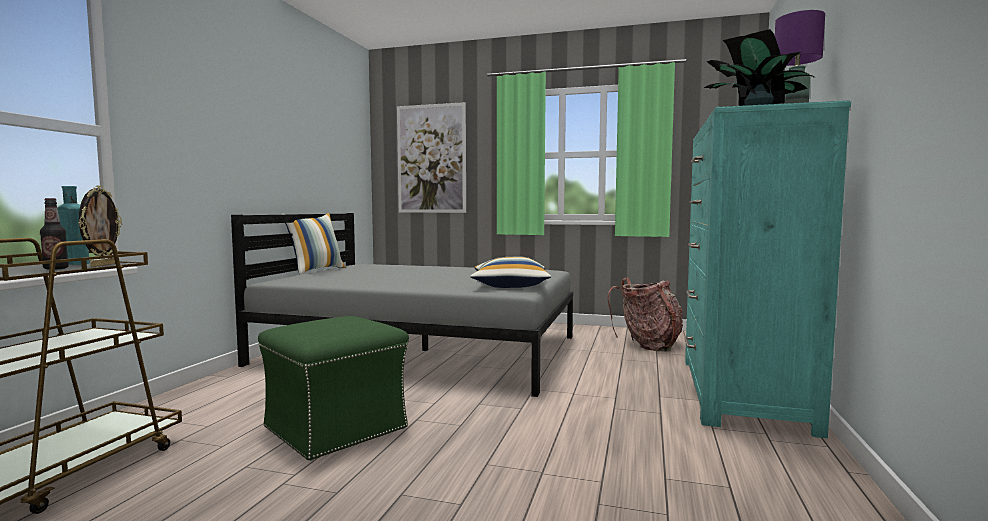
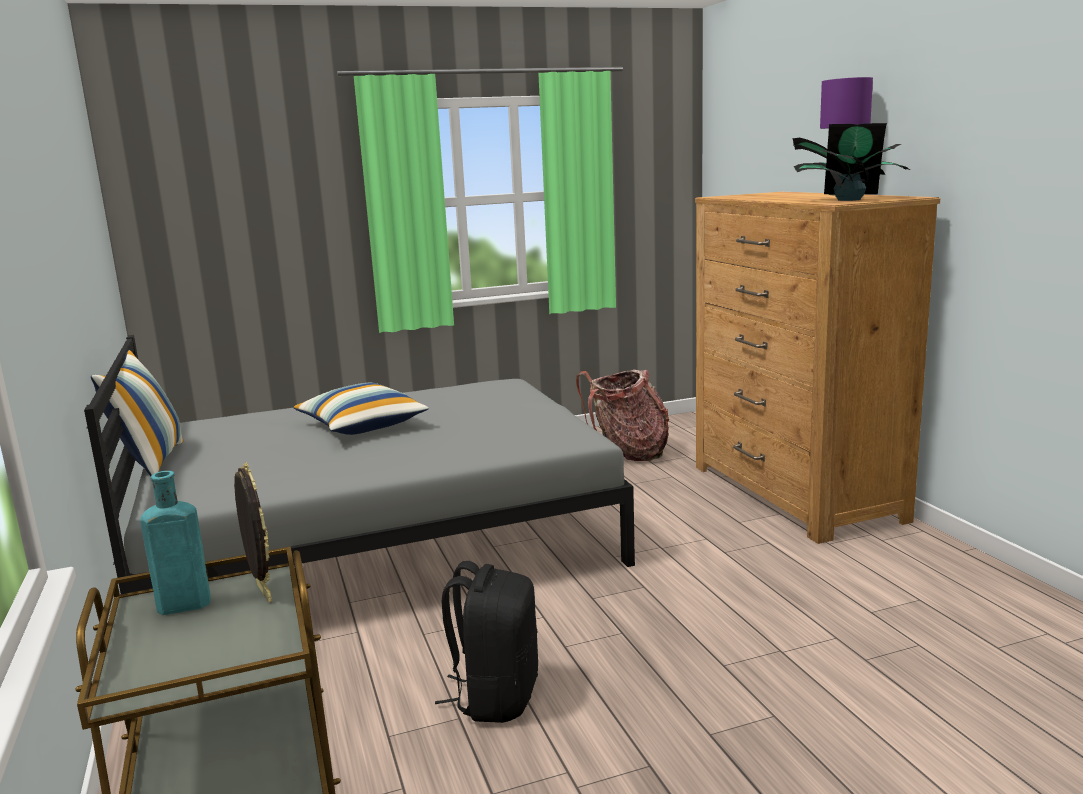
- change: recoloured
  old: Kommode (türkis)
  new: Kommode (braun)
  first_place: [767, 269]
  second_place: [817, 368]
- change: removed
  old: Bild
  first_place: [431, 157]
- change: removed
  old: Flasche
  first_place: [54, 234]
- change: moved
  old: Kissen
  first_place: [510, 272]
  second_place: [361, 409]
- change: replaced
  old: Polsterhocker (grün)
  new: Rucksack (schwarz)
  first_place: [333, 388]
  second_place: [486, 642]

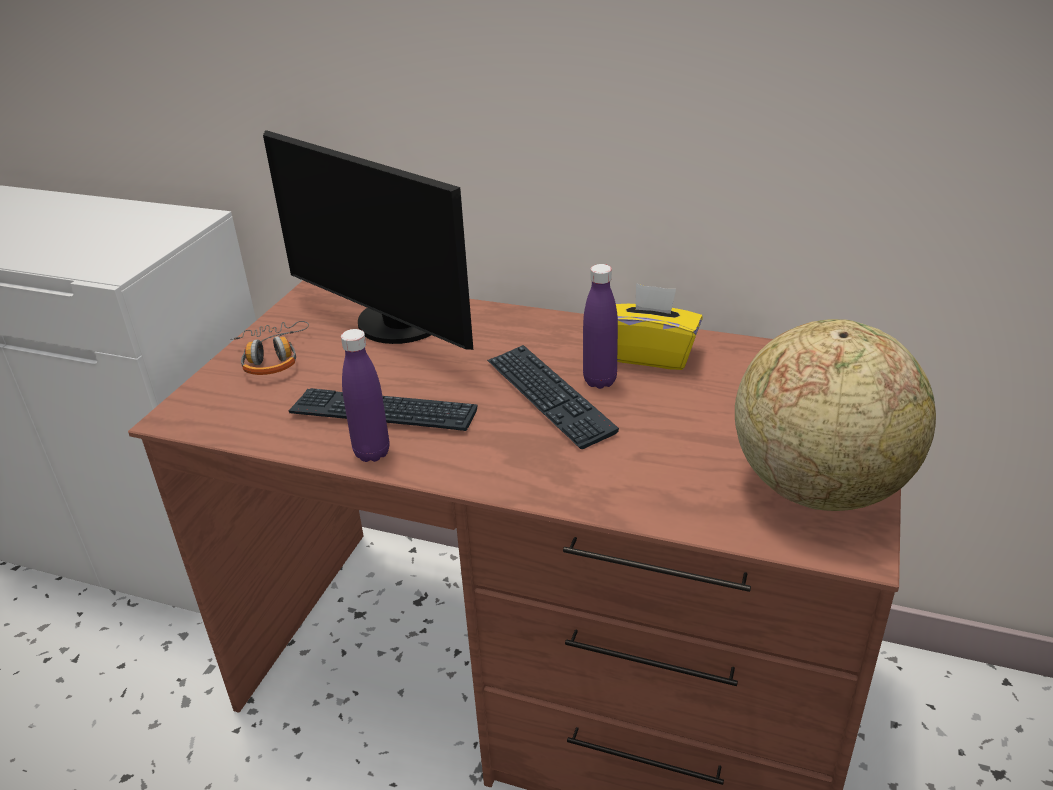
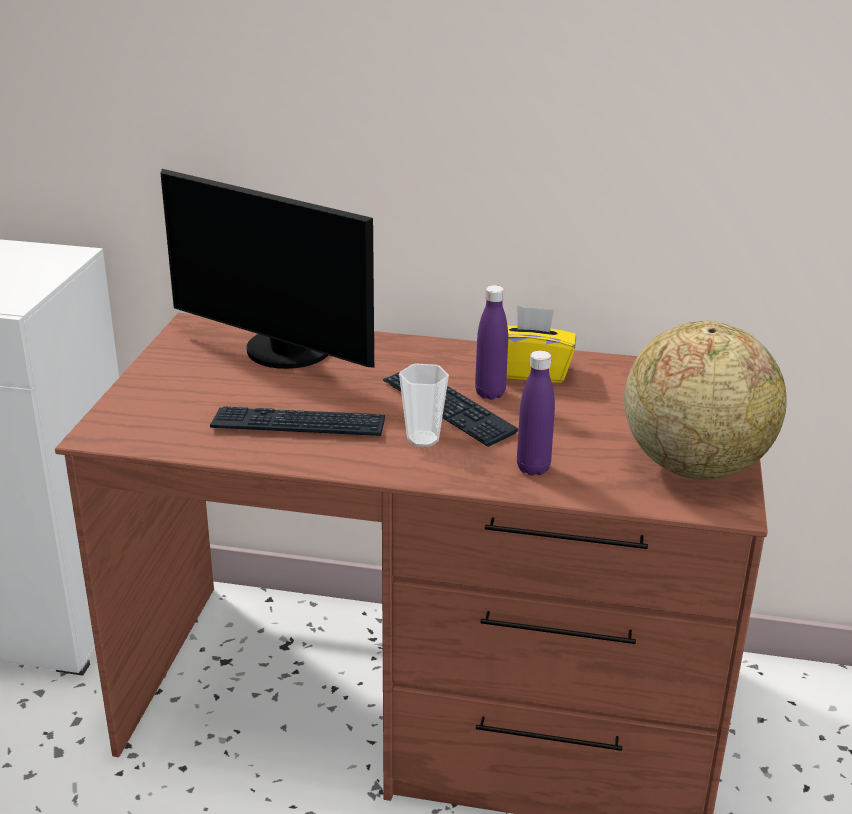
- change: removed
  old: Kopfhörer
  first_place: [269, 348]
- change: moved
  old: Flasche (lila)
  first_place: [365, 395]
  second_place: [536, 413]
- change: added
  new: Tasse
  second_place: [424, 405]

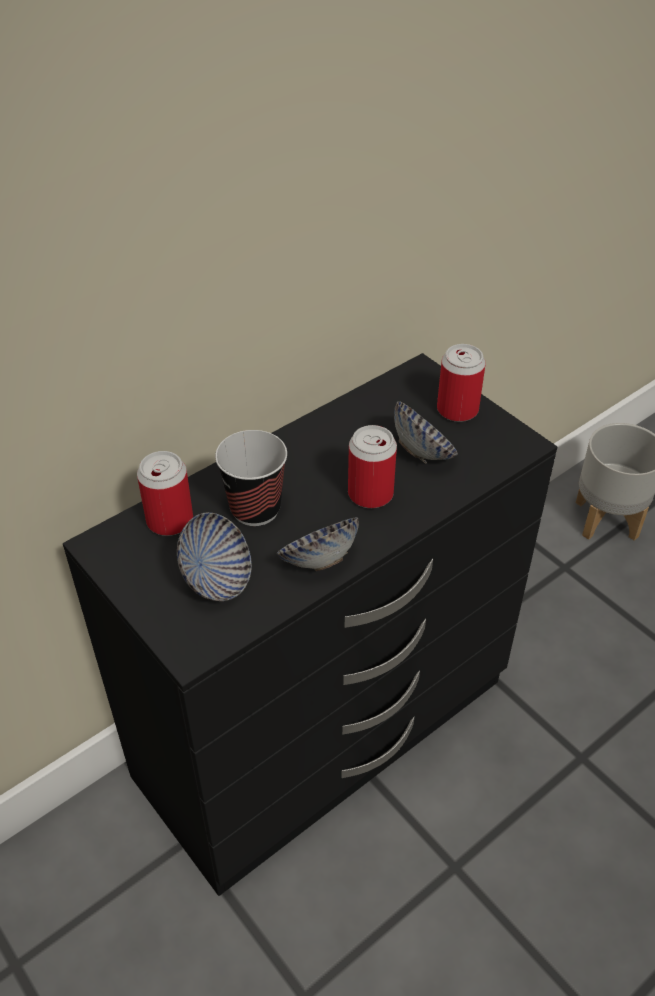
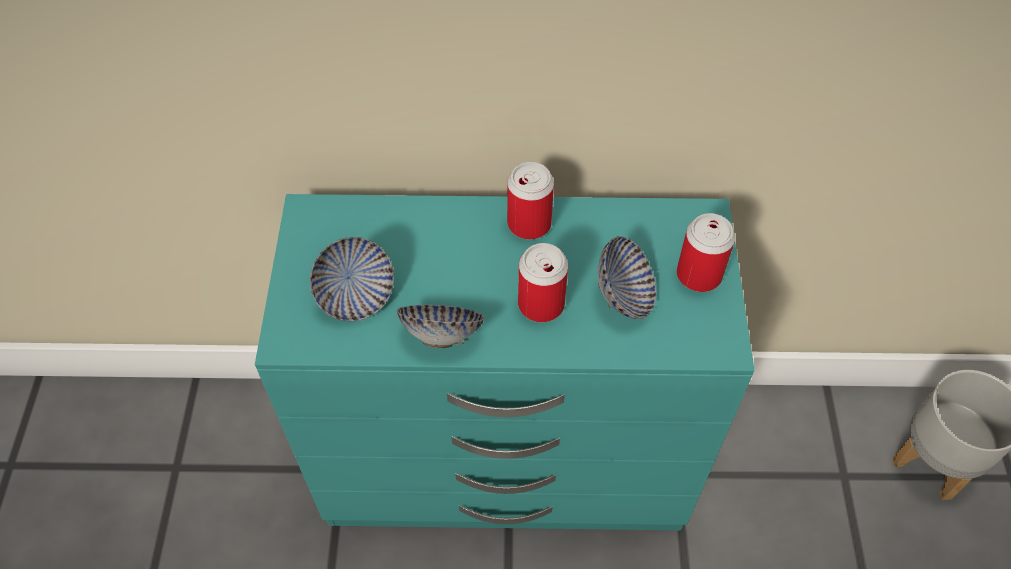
- change: recoloured
  old: Kommode (schwarz)
  new: Kommode (türkis)
  first_place: [310, 624]
  second_place: [504, 362]
- change: removed
  old: Tasse
  first_place: [251, 478]
- change: moved
  old: Dose
  first_place: [165, 493]
  second_place: [530, 200]

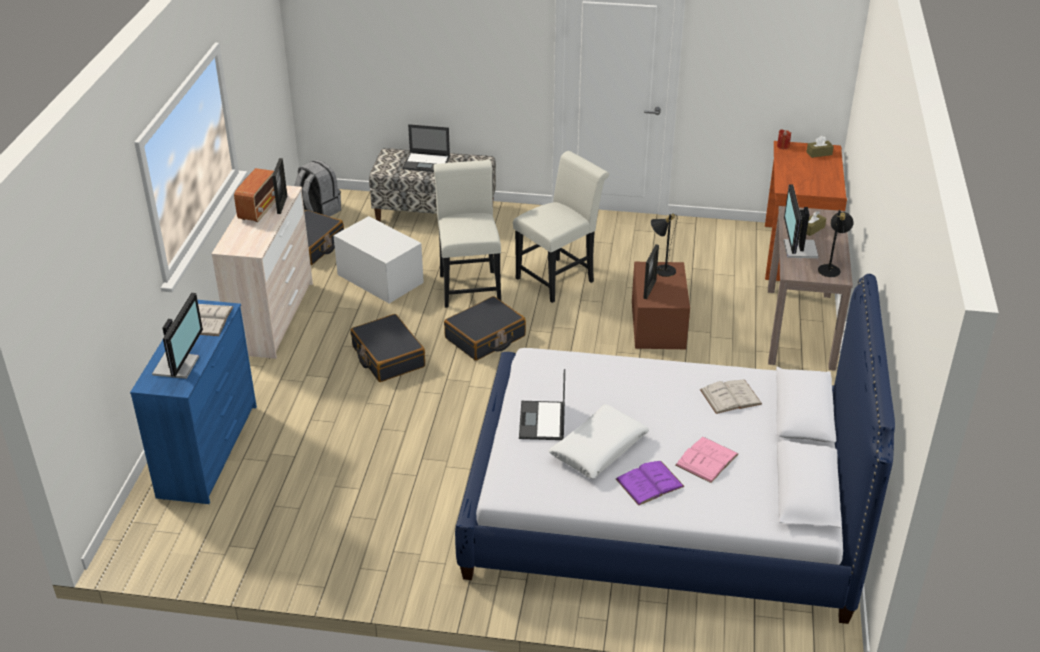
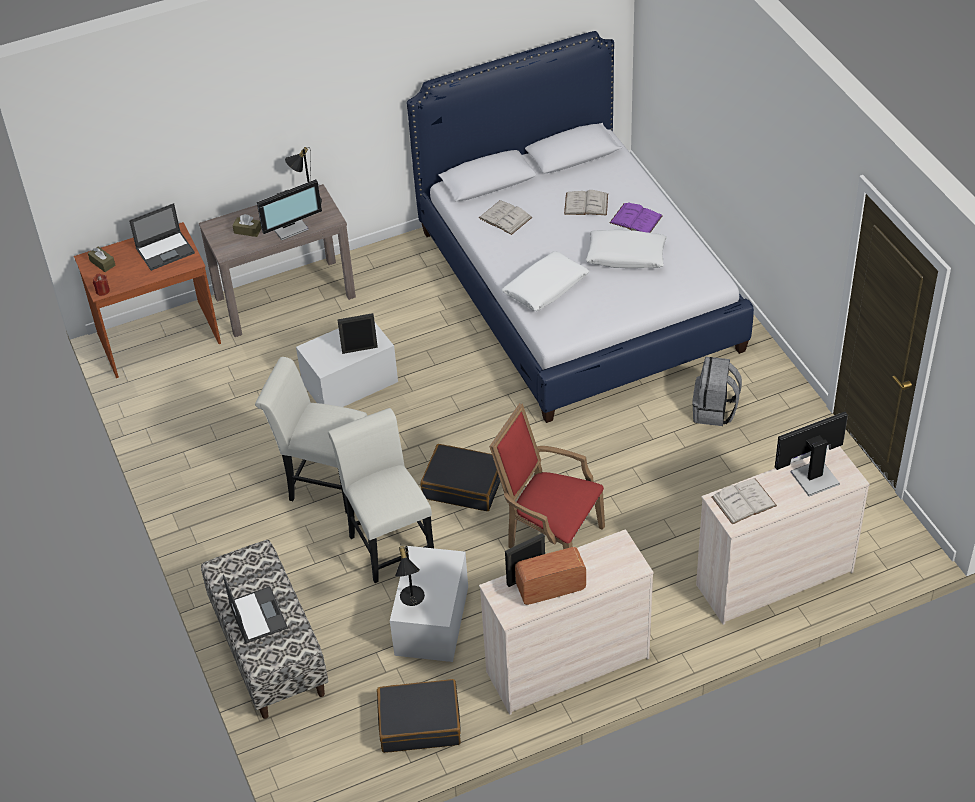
- change: moved
  old: Rucksack (grau)
  first_place: [318, 188]
  second_place: [717, 391]
- change: turned
  old: Stuhl (weiß)
  first_place: [467, 234]
  second_place: [381, 495]
  degrees: 105
- change: moved
  old: Tischlampe (schwarz)
  first_place: [664, 245]
  second_place: [410, 575]
- change: recoloured
  old: Aufbewahrungsbox (braun)
  new: Aufbewahrungsbox (weiß)
  first_place: [661, 305]
  second_place: [347, 365]
- change: recoloured
  old: Kommode (blau)
  new: Kommode (beige)
  first_place: [193, 402]
  second_place: [783, 535]
- change: replaced
  old: Koffer (schwarz)
  new: Sessel (rot)
  first_place: [387, 348]
  second_place: [547, 476]
- change: moved
  old: Laptop
  first_place: [542, 404]
  second_place: [162, 237]
- change: recoloured
  old: Buch (rosa)
  new: Buch (weiß)
  first_place: [706, 460]
  second_place: [586, 202]
- change: added
  new: Kissen (weiß)
  second_place: [546, 281]

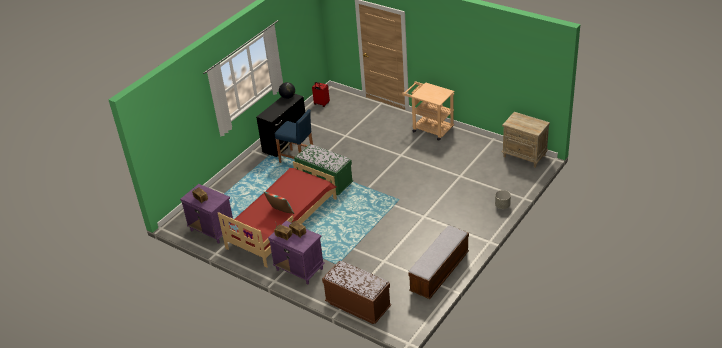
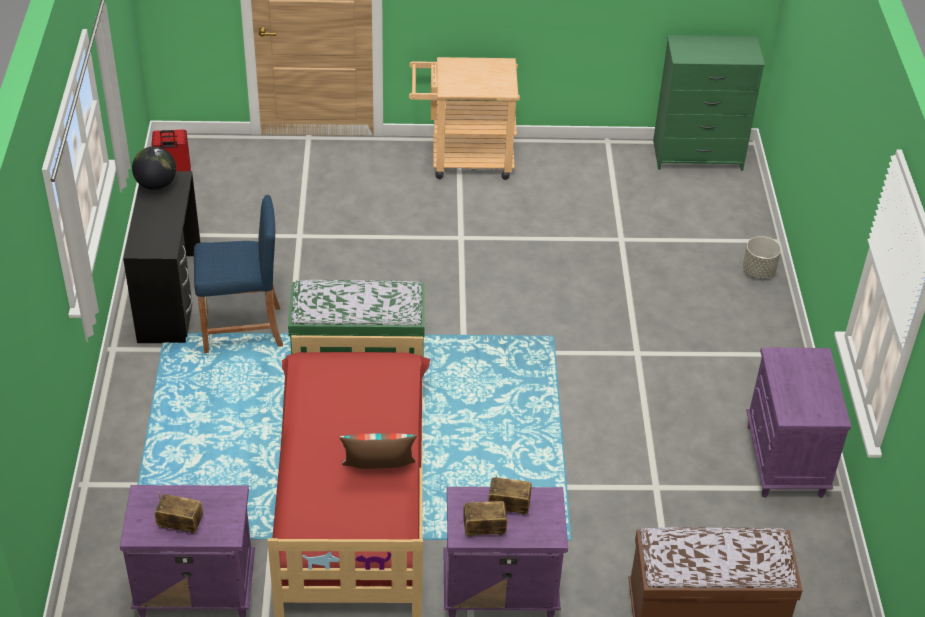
- change: replaced
  old: Nachttisch (beige)
  new: Kommode (grün)
  first_place: [526, 140]
  second_place: [709, 103]
- change: replaced
  old: Bank
  new: Nachttisch (lila)
  first_place: [438, 262]
  second_place: [798, 422]

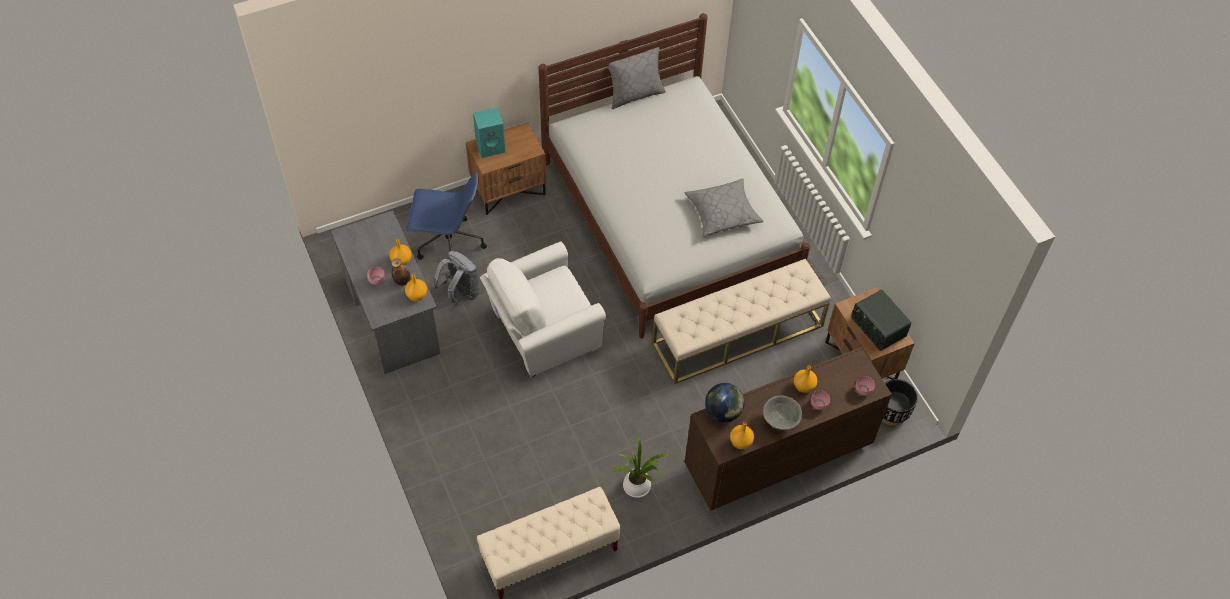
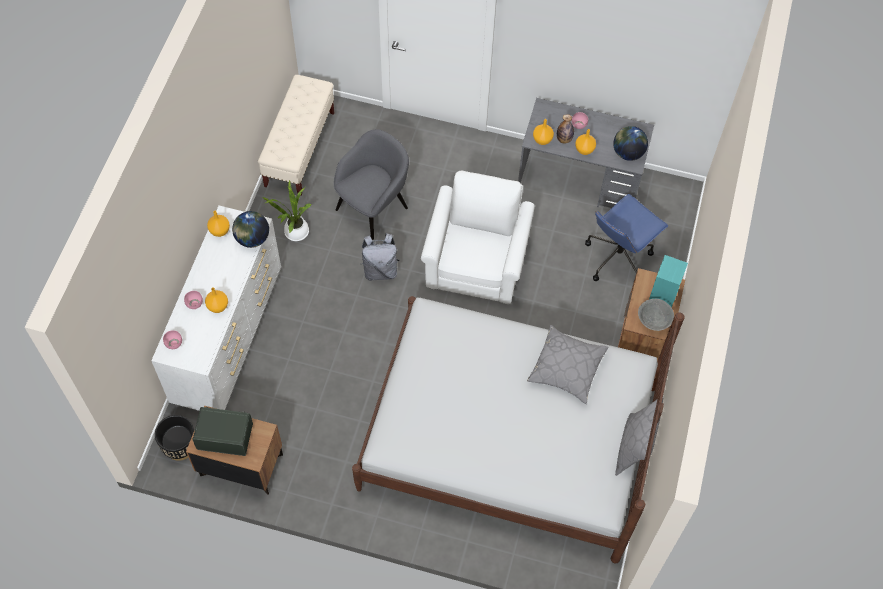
- change: moved
  old: Kissen (grau)
  first_place: [724, 207]
  second_place: [567, 364]
- change: moved
  old: Rucksack (grau)
  first_place: [456, 279]
  second_place: [380, 257]
- change: removed
  old: Bank (beige)
  first_place: [741, 321]
- change: recoloured
  old: Kommode (braun)
  new: Kommode (weiß)
  first_place: [788, 429]
  second_place: [216, 308]
- change: moved
  old: Schüssel (grau)
  first_place: [782, 412]
  second_place: [656, 315]
- change: added
  new: Globus
  second_place: [630, 143]
- change: added
  new: Sessel (grau)
  second_place: [371, 184]

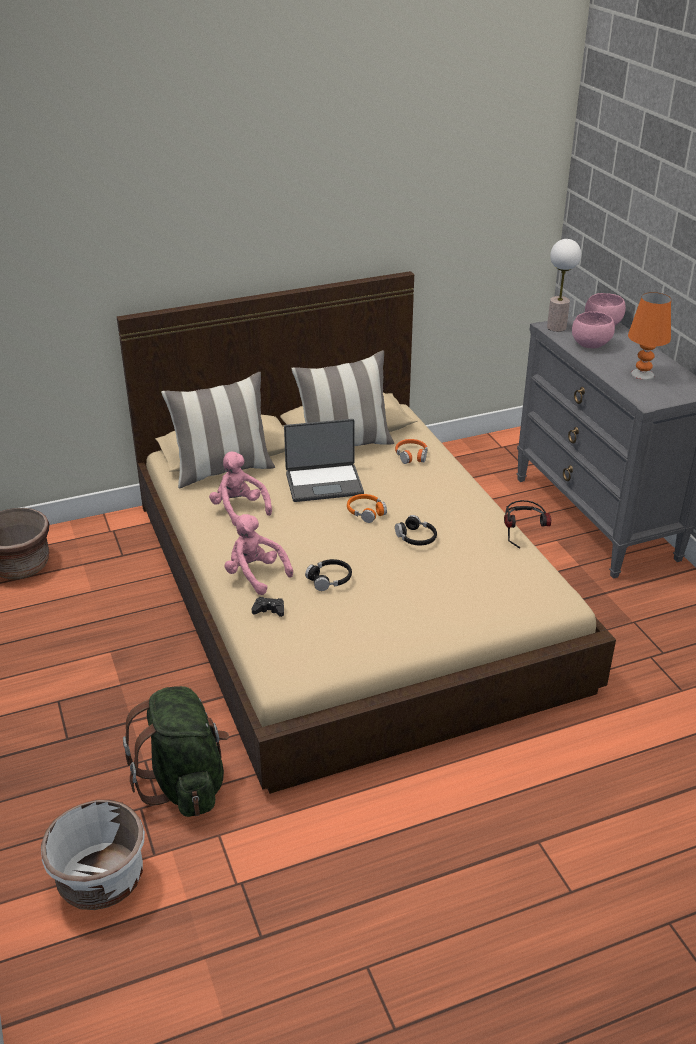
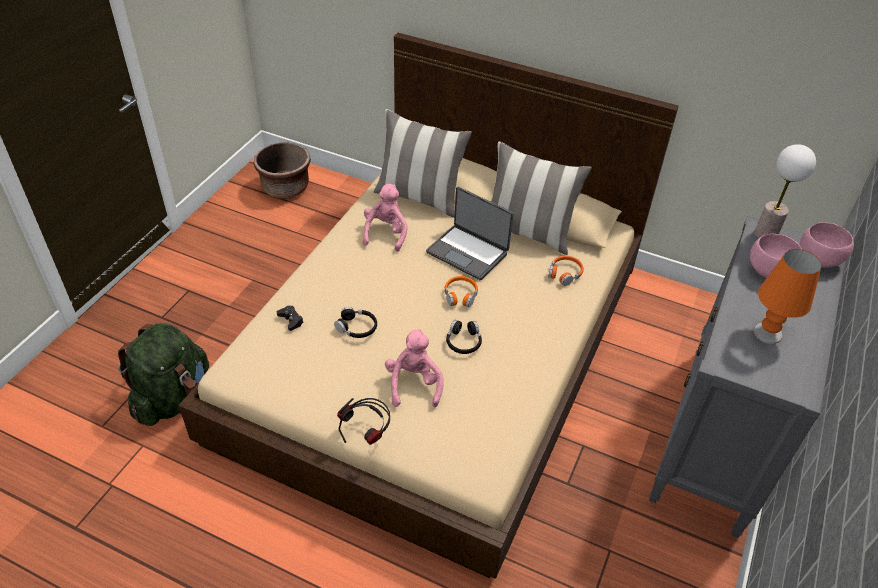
- change: moved
  old: Kopfhörer
  first_place: [527, 524]
  second_place: [363, 421]
- change: moved
  old: Plüschtier (rosa)
  first_place: [258, 554]
  second_place: [414, 368]
- change: removed
  old: Pflanzkübel (weiß)
  first_place: [93, 855]

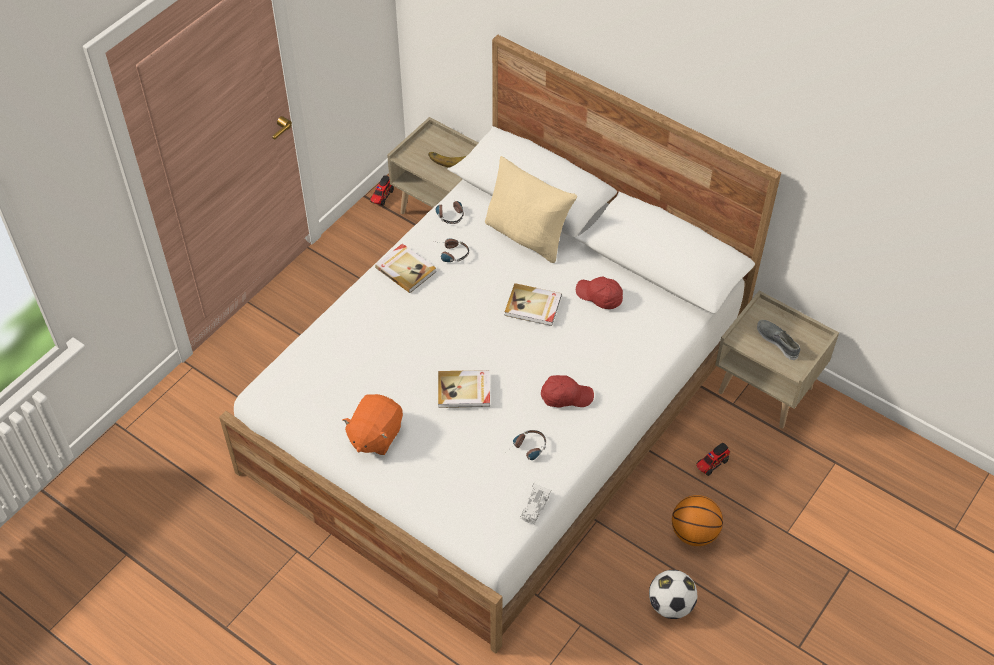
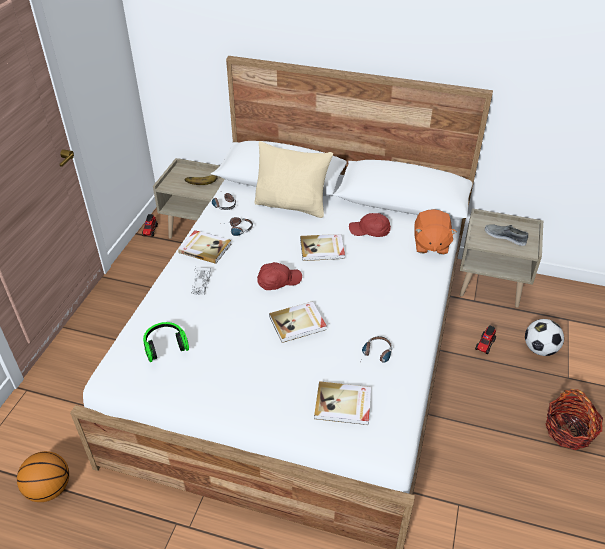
- change: moved
  old: Kappe (rot)
  first_place: [567, 391]
  second_place: [279, 276]
- change: moved
  old: Plüschtier (orange)
  first_place: [373, 424]
  second_place: [435, 231]
- change: moved
  old: Spielzeugauto (weiß)
  first_place: [535, 504]
  second_place: [201, 281]
- change: moved
  old: Basketball
  first_place: [697, 520]
  second_place: [43, 476]
- change: moved
  old: Fußball
  first_place: [673, 594]
  second_place: [544, 337]
- change: added
  new: Kopfhörer
  second_place: [166, 342]
- change: added
  new: Buch
  second_place: [342, 403]
- change: added
  new: Korb
  second_place: [574, 419]

